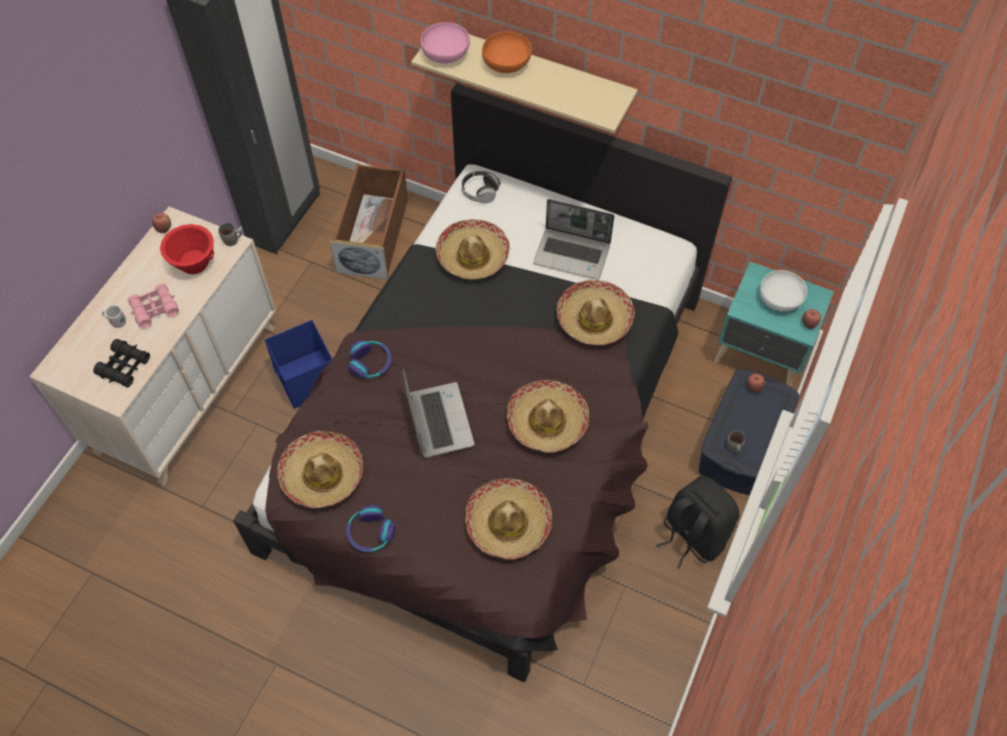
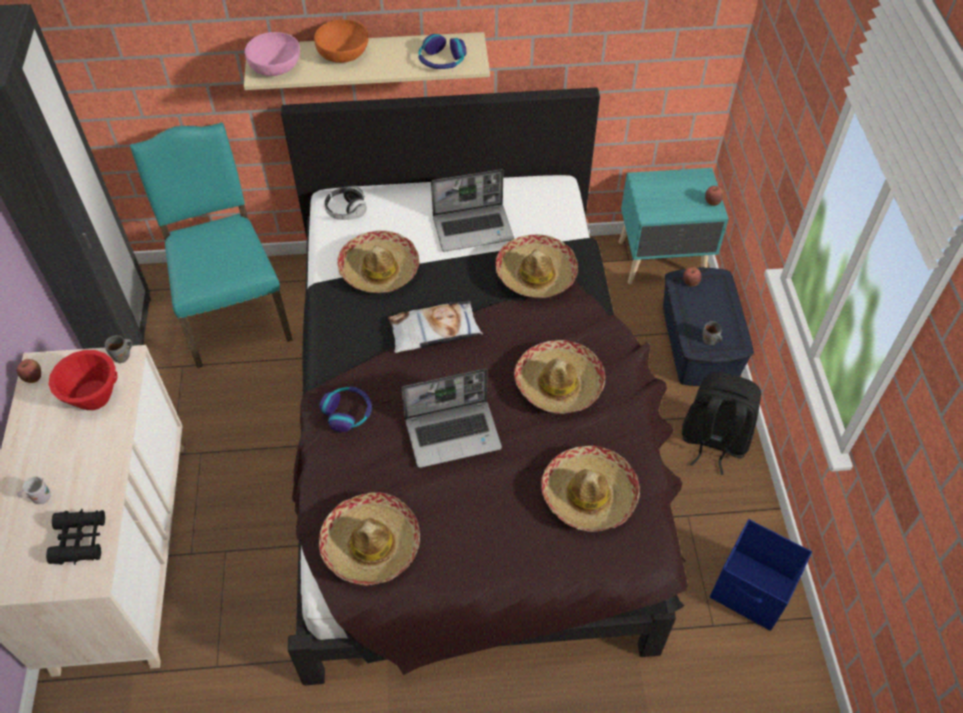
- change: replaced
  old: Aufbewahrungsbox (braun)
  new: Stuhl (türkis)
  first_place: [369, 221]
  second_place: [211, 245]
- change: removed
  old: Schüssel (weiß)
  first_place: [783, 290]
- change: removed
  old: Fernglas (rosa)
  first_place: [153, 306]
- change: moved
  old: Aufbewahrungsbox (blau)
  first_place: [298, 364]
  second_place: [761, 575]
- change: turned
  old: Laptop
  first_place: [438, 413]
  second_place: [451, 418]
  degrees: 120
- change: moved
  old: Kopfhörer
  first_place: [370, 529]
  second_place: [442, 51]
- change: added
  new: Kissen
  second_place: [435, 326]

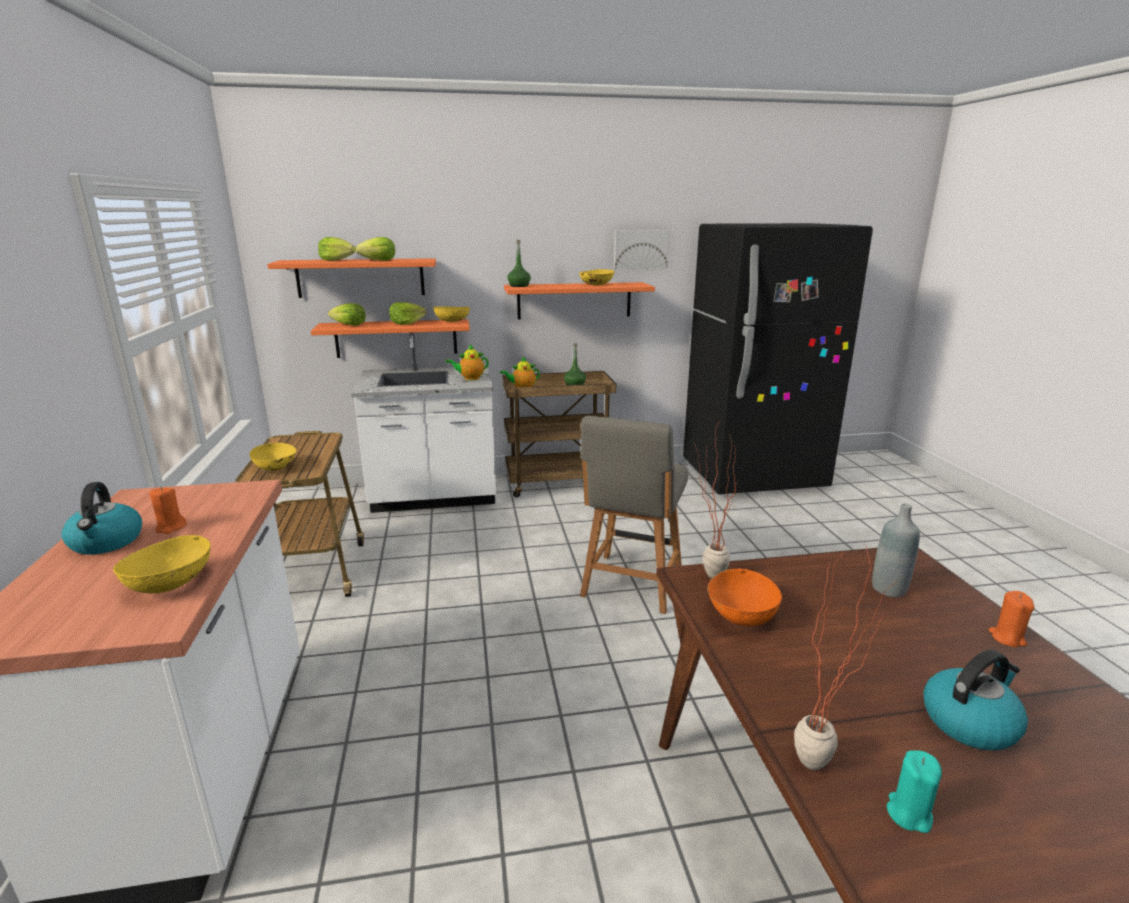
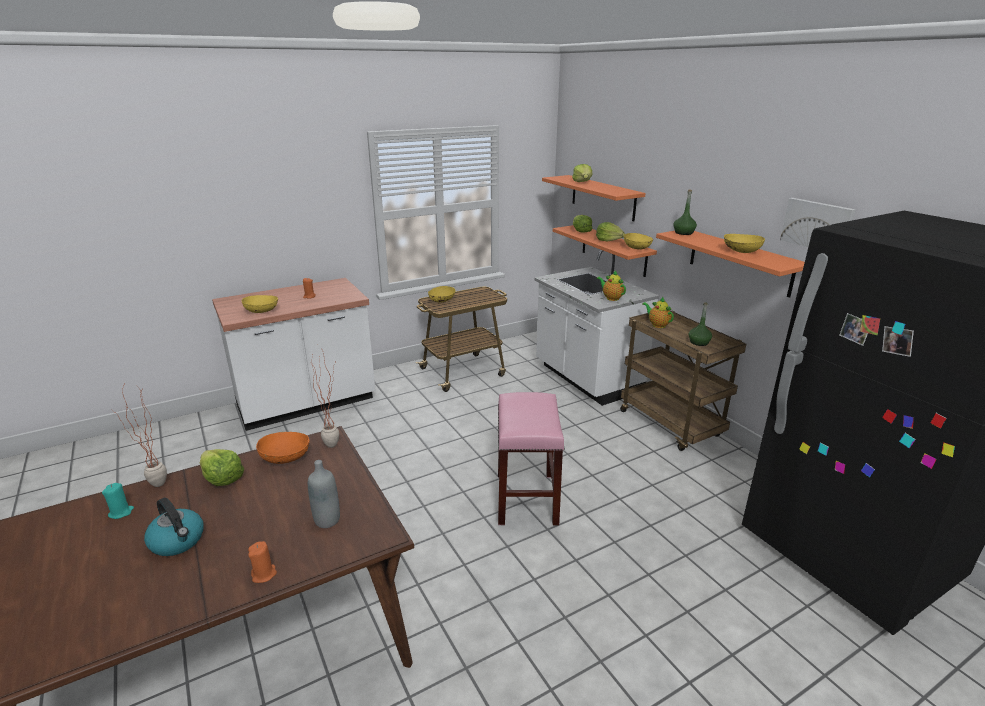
- change: moved
  old: Salatkopf
  first_place: [375, 249]
  second_place: [222, 467]
- change: replaced
  old: Stuhl (grau)
  new: Hocker (rosa)
  first_place: [634, 515]
  second_place: [531, 458]
- change: removed
  old: Wasserkessel
  first_place: [101, 518]

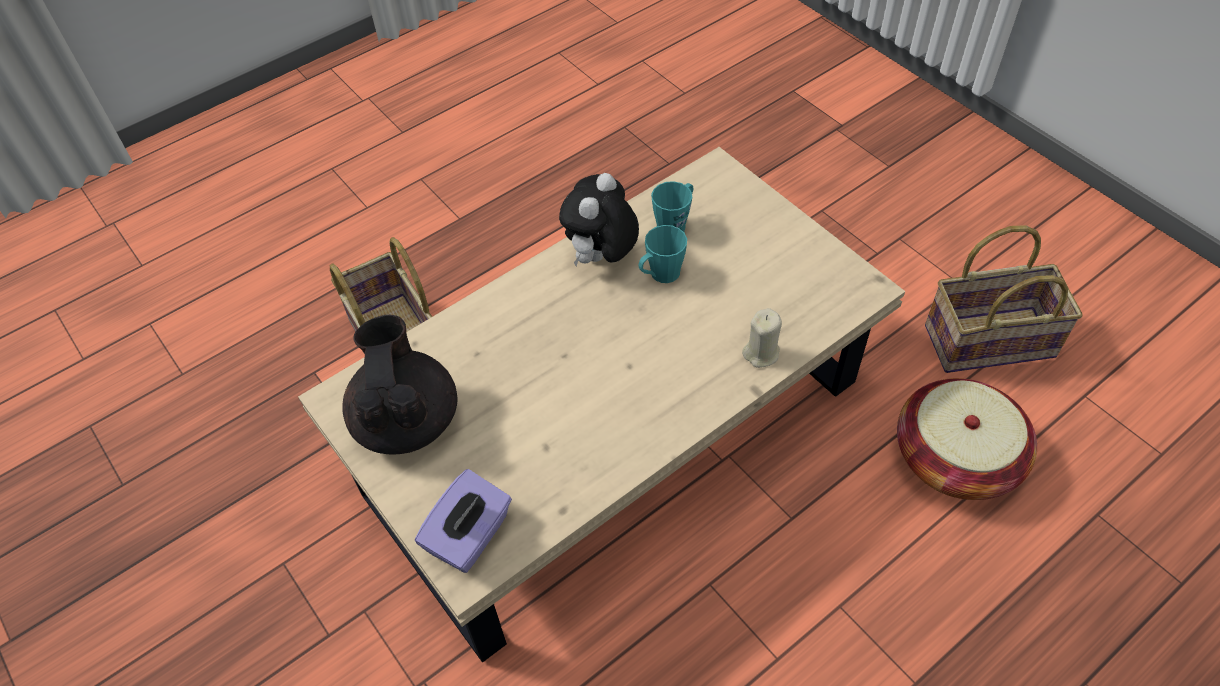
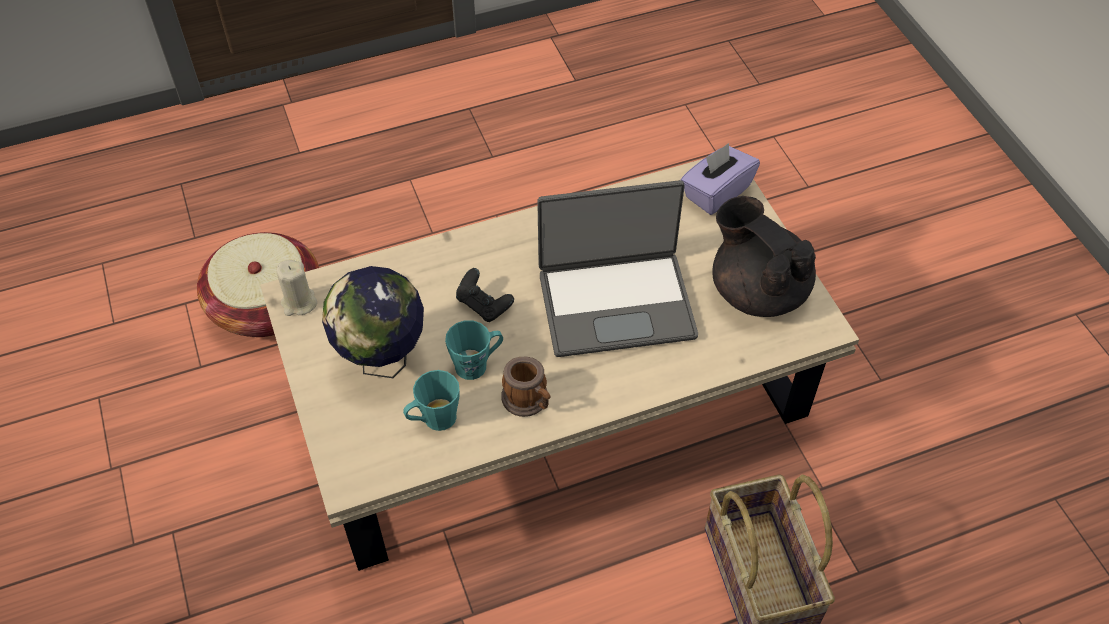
- change: replaced
  old: Plüschtier
  new: Henkelbecher
  first_place: [599, 219]
  second_place: [525, 387]
- change: removed
  old: Korb
  first_place: [1004, 299]
- change: moved
  old: Kerze (beige)
  first_place: [762, 338]
  second_place: [297, 288]
- change: turned
  old: Teekanne (schwarz)
  first_place: [400, 384]
  second_place: [764, 256]
  degrees: 135
- change: added
  new: Laptop
  second_place: [617, 268]
- change: added
  new: Globus
  second_place: [373, 322]
- change: added
  new: Gamepad (schwarz)
  second_place: [485, 295]

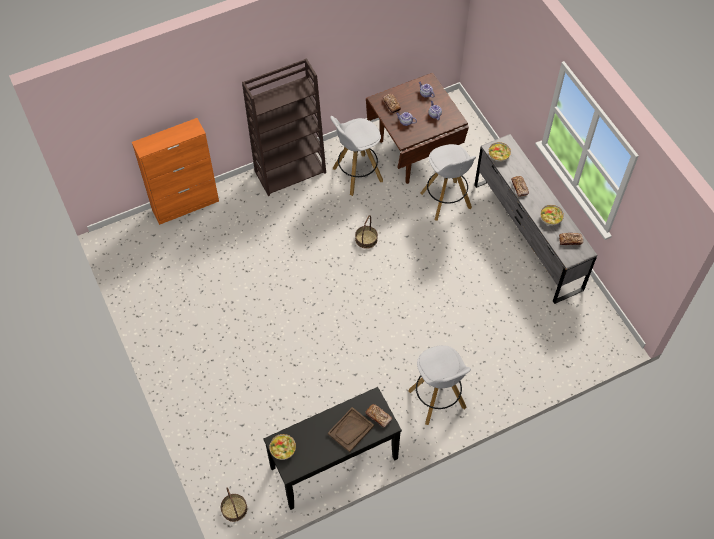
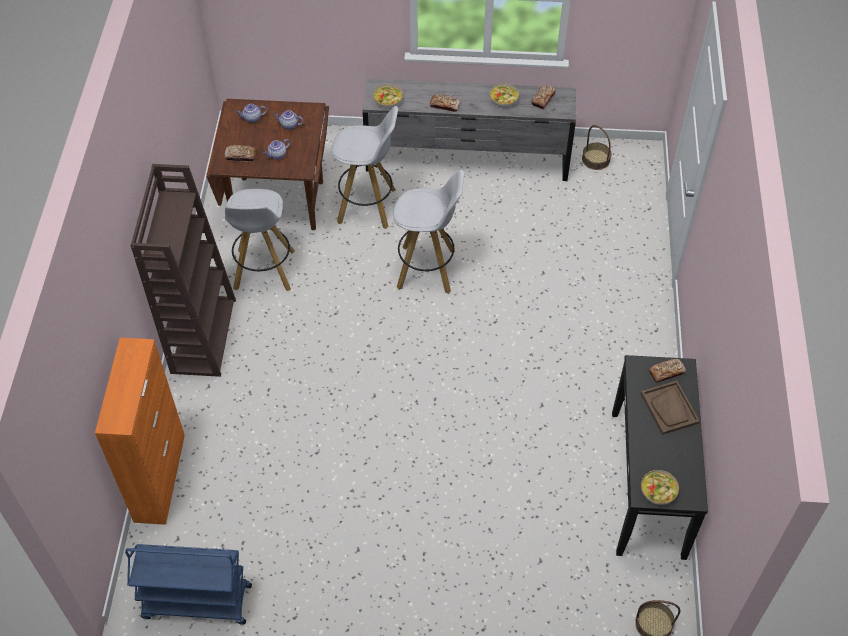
- change: moved
  old: Korb
  first_place: [366, 232]
  second_place: [597, 147]
- change: moved
  old: Hocker (weiß)
  first_place: [439, 385]
  second_place: [428, 231]
- change: added
  new: Rollwagen (blau)
  second_place: [188, 584]

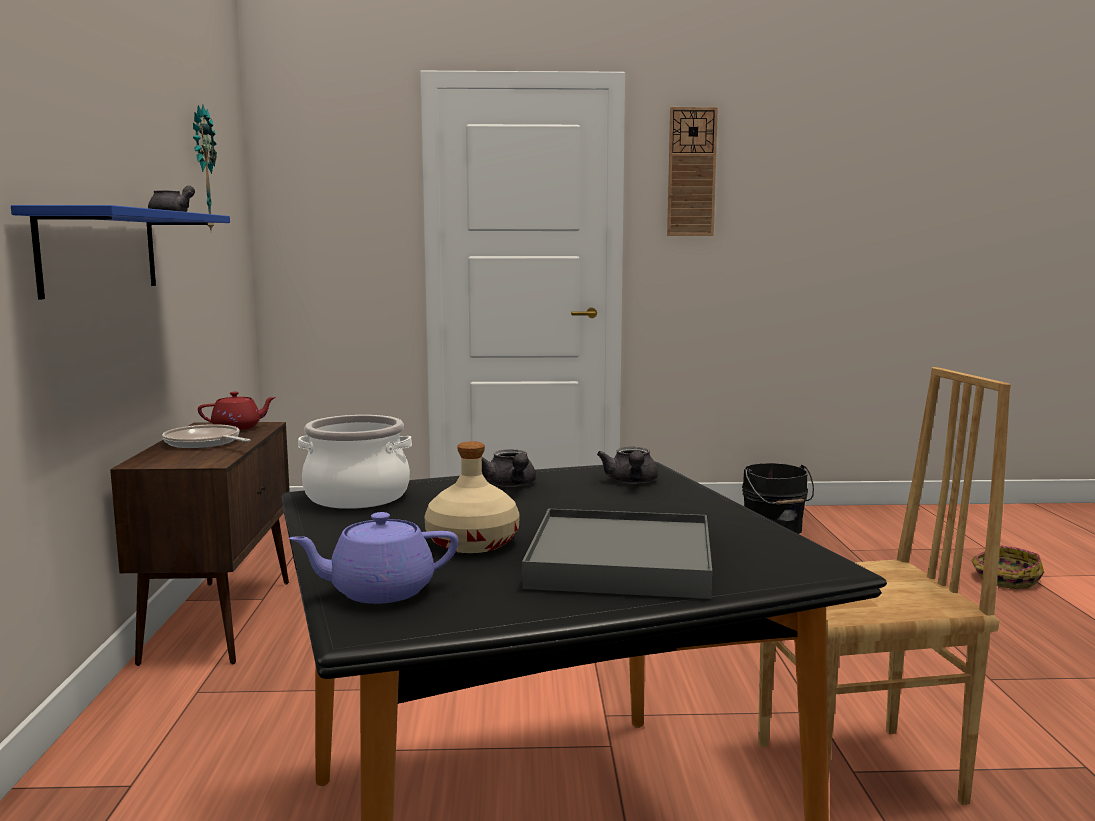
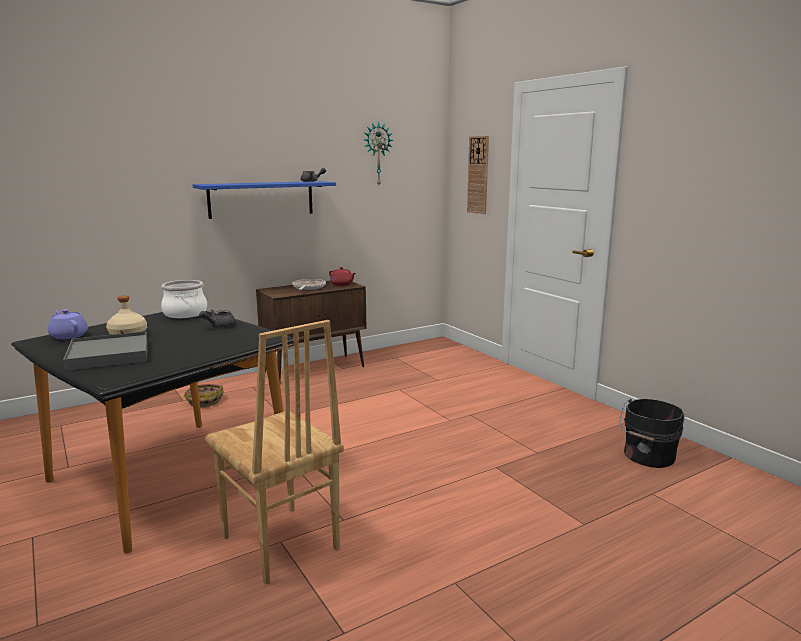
- change: moved
  old: Wanduhr
  first_place: [692, 171]
  second_place: [478, 175]
- change: removed
  old: Teekanne (grau)
  first_place: [627, 465]
- change: moved
  old: Korb
  first_place: [1007, 567]
  second_place: [203, 395]

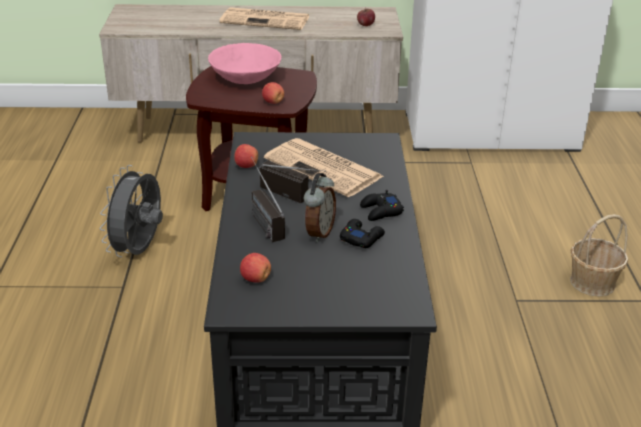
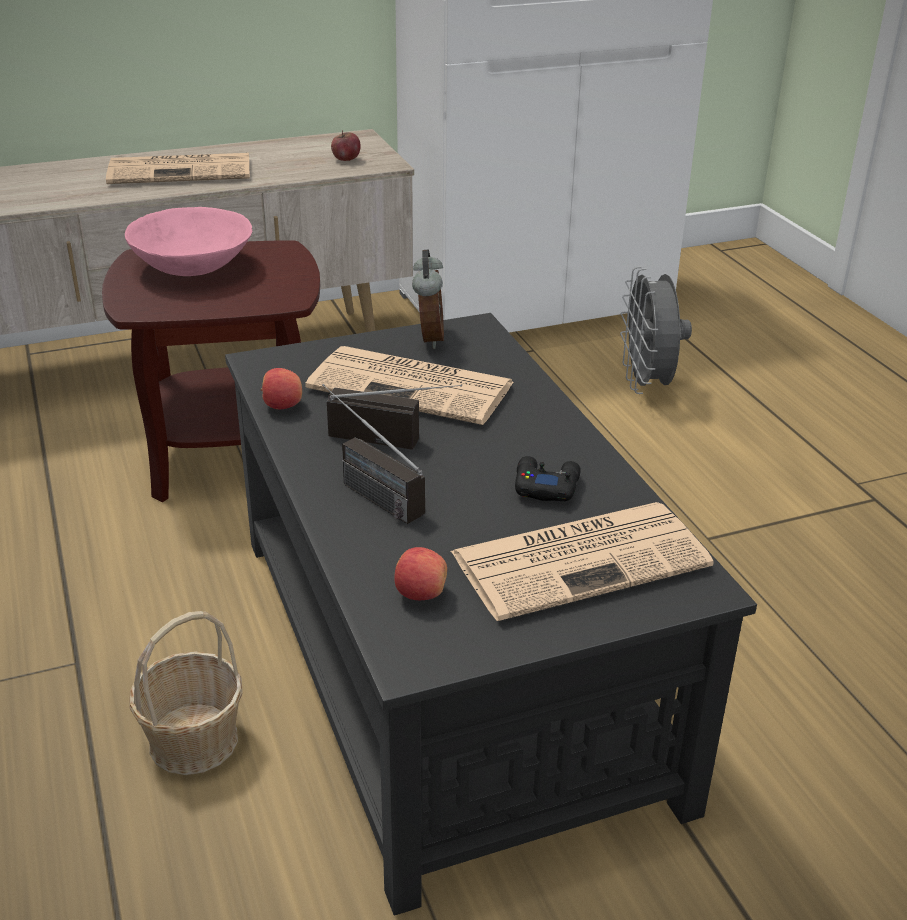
- change: removed
  old: Apfel
  first_place: [273, 93]
- change: moved
  old: Ventilator (grau)
  first_place: [131, 211]
  second_place: [656, 330]
- change: moved
  old: Wecker
  first_place: [320, 207]
  second_place: [428, 299]
- change: removed
  old: Gamepad (schwarz)
  first_place: [382, 205]
- change: moved
  old: Korb
  first_place: [599, 255]
  second_place: [186, 693]
- change: added
  new: Zeitung
  second_place: [582, 561]

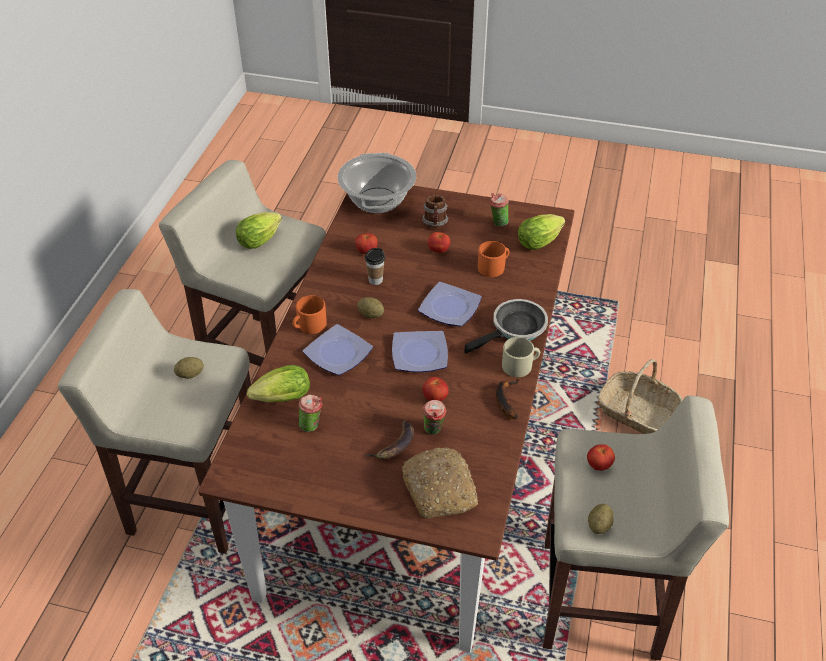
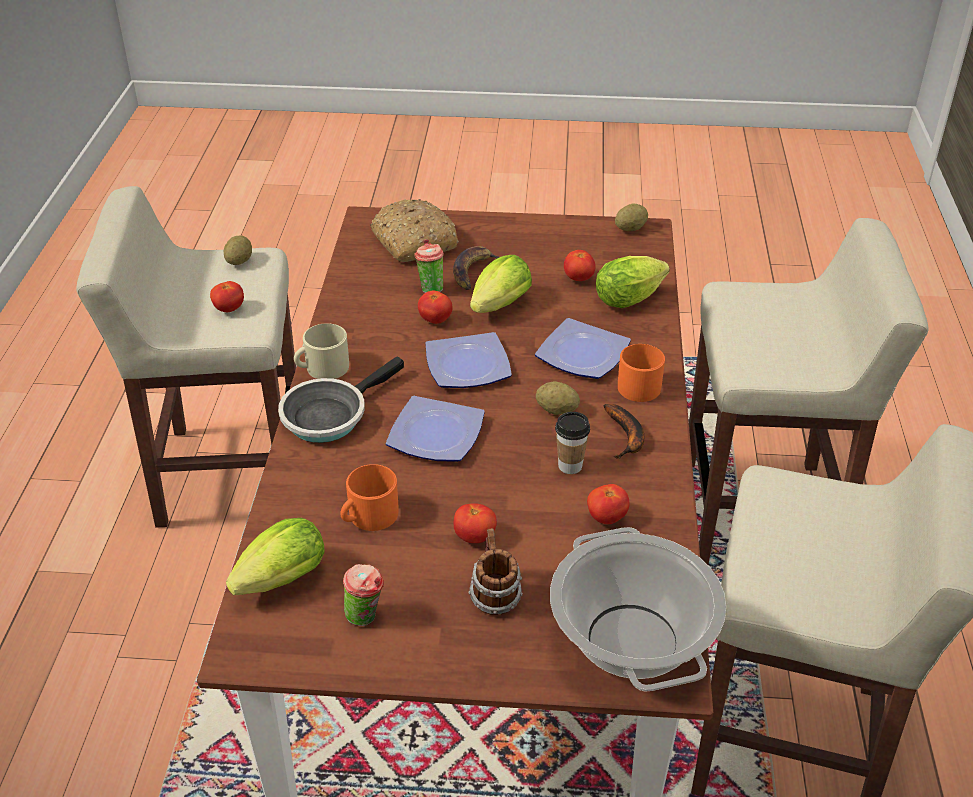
- change: moved
  old: Salatkopf
  first_place: [259, 230]
  second_place: [501, 284]
- change: moved
  old: Kartoffel
  first_place: [189, 368]
  second_place: [631, 217]
- change: removed
  old: Korb
  first_place: [640, 396]
- change: moved
  old: Banane
  first_place: [508, 399]
  second_place: [624, 431]
- change: replaced
  old: Tasse
  new: Tomate
  first_place: [310, 413]
  second_place: [580, 265]

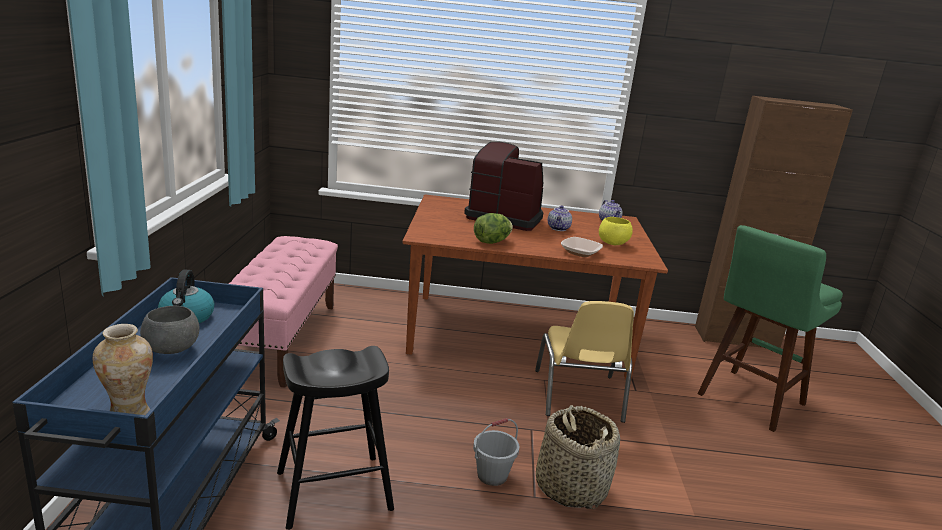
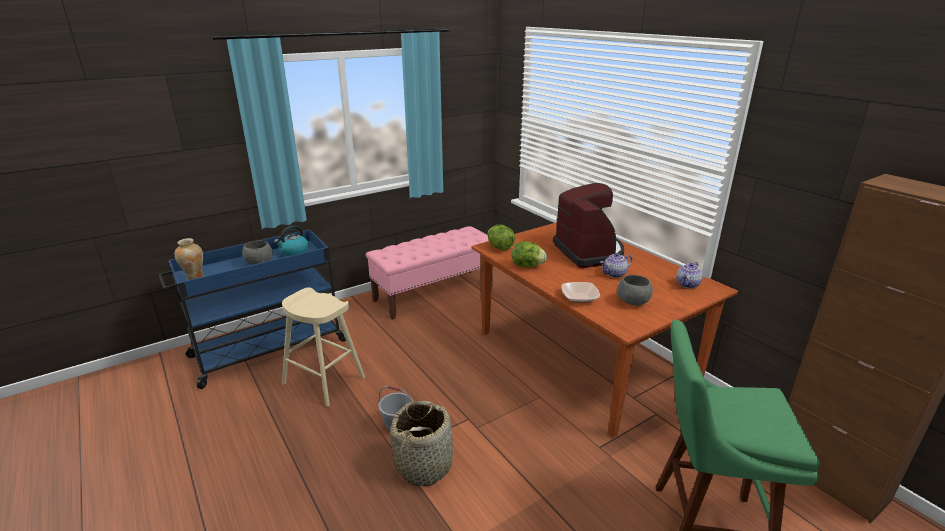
- change: recoloured
  old: Schüssel (gelb)
  new: Schüssel (grau)
  first_place: [616, 231]
  second_place: [635, 290]
- change: removed
  old: Stuhl (gelb)
  first_place: [584, 362]
- change: recoloured
  old: Hocker (schwarz)
  new: Hocker (beige)
  first_place: [335, 438]
  second_place: [323, 346]
- change: added
  new: Salatkopf
  second_place: [501, 237]

